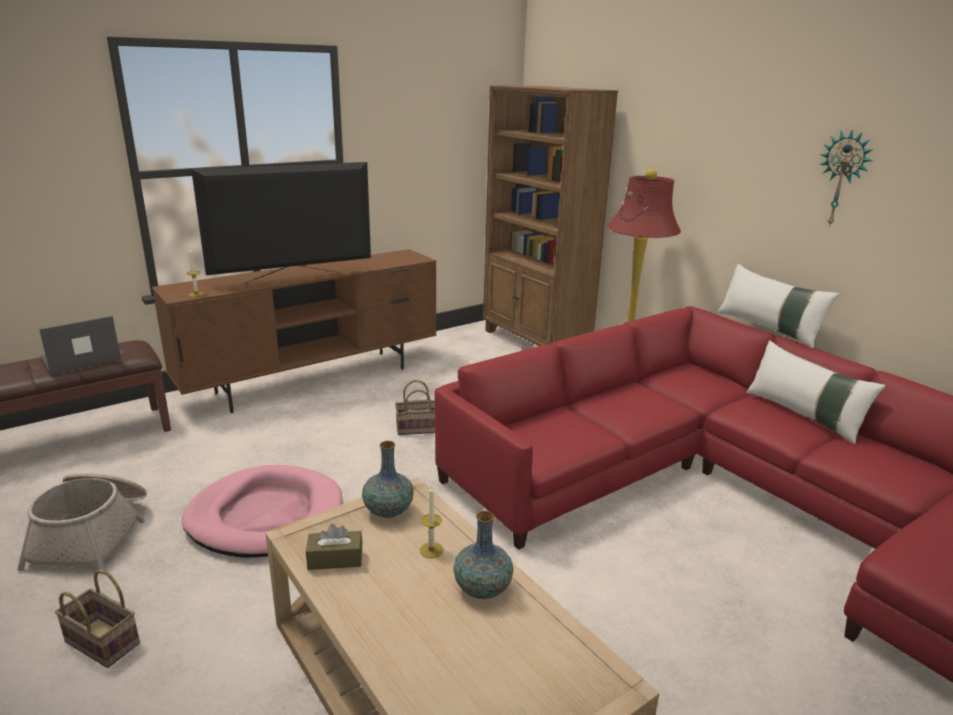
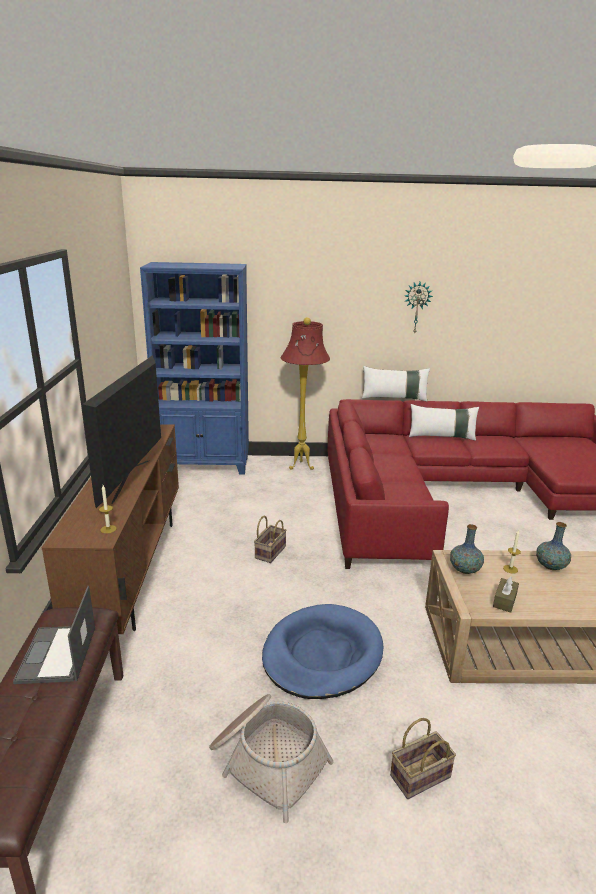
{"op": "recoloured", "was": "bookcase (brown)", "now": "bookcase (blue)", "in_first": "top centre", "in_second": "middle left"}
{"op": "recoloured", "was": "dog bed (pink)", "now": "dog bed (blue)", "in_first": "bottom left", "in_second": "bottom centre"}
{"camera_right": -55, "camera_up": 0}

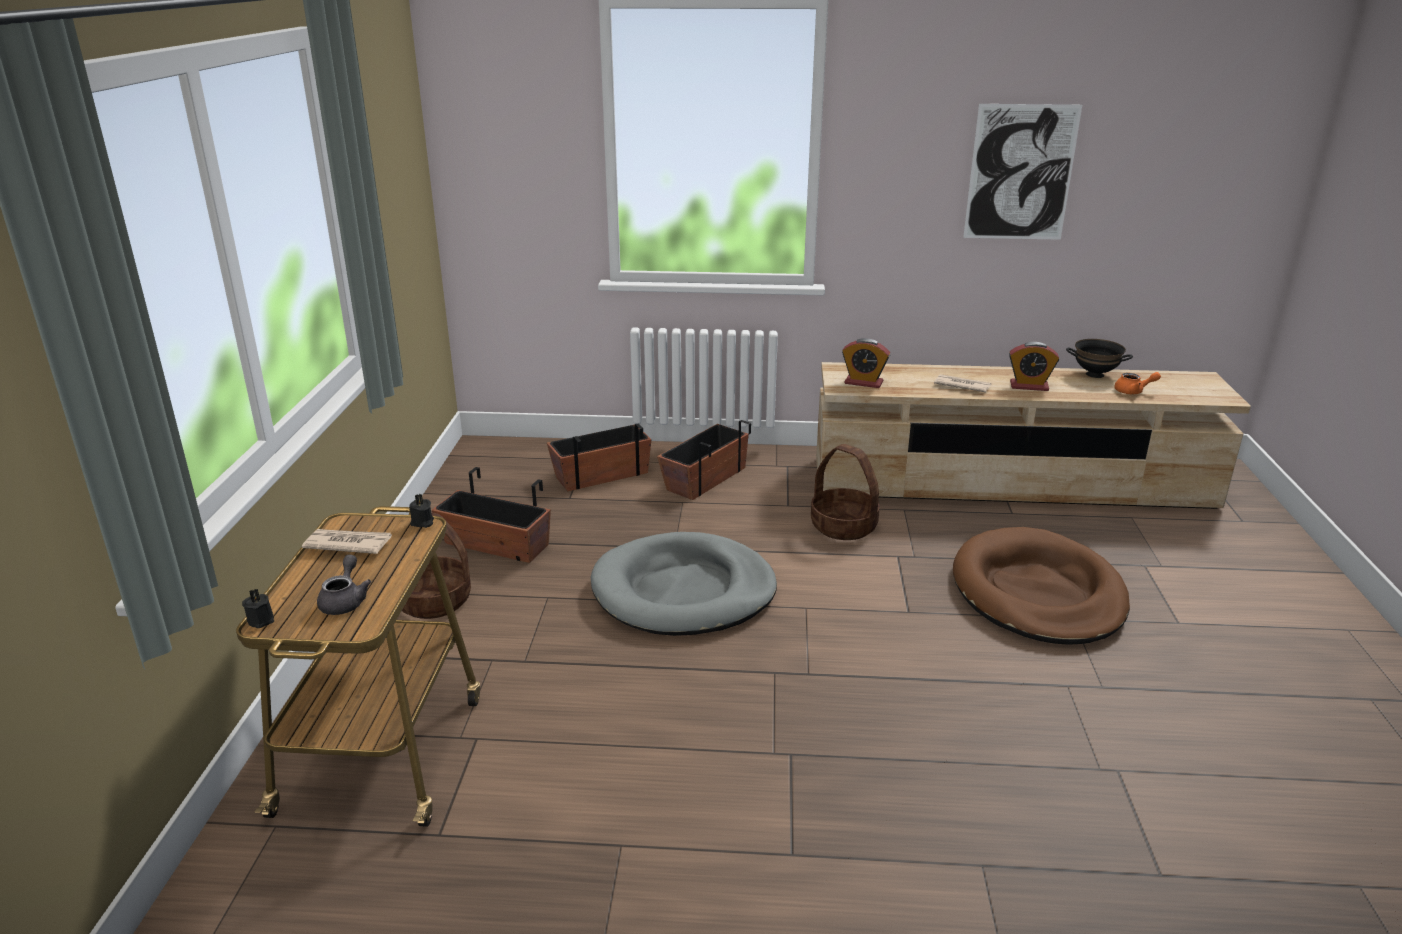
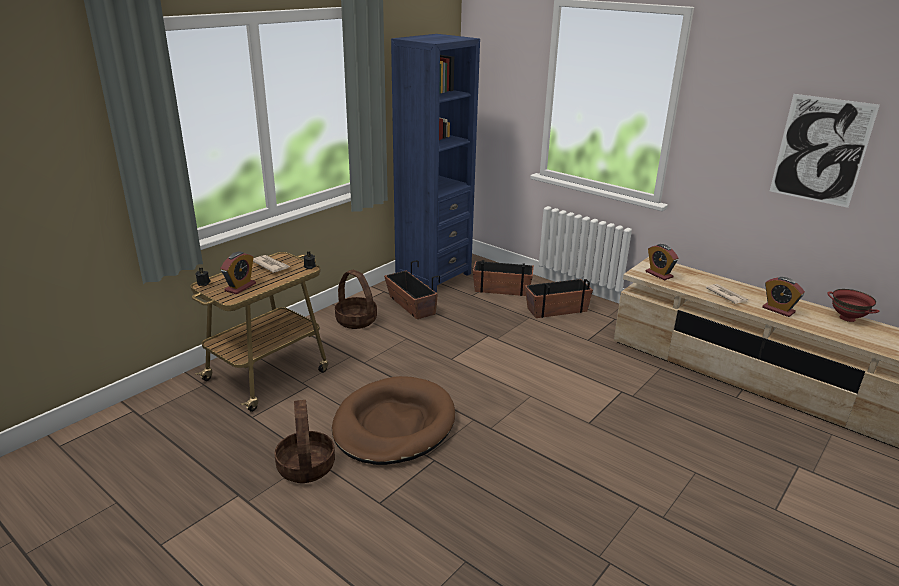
{"op": "recoloured", "was": "bowl (black)", "now": "bowl (red)", "in_first": "middle right", "in_second": "middle right"}
{"op": "removed", "was": "teapot (orange)", "in_first": "middle right"}
{"op": "moved", "was": "basket (2nd from left in the first image)", "now": "basket (1st from left)", "in_first": "centre", "in_second": "bottom centre"}
{"op": "moved", "was": "dog bed (brown)", "in_first": "middle right", "in_second": "bottom centre"}
{"op": "removed", "was": "dog bed (grey)", "in_first": "centre"}
{"op": "replaced", "was": "teapot (grey)", "now": "alarm clock (1st from left)", "in_first": "middle left", "in_second": "middle left"}
{"op": "added", "now": "bookcase (blue)", "in_second": "top centre"}
{"camera_right": 35, "camera_up": 0}

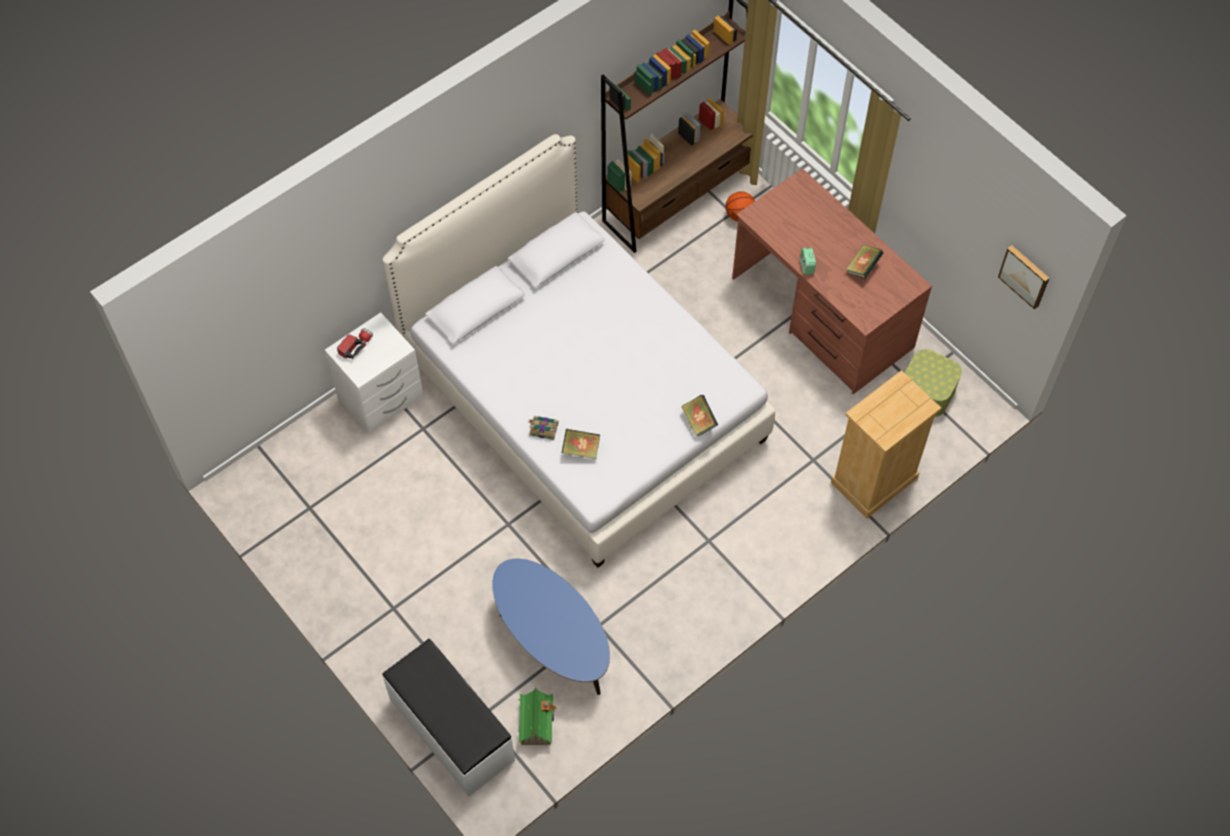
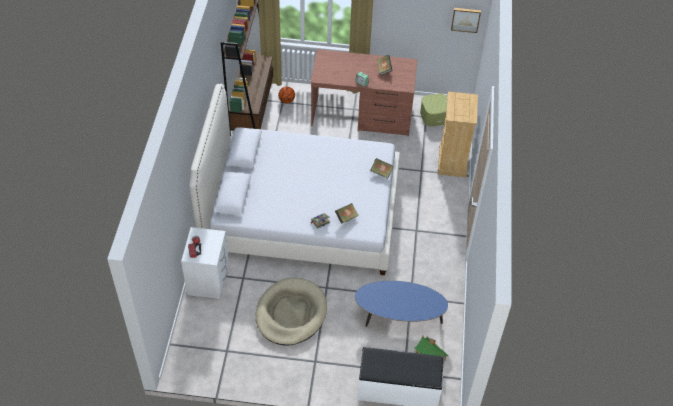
{"op": "added", "now": "dog bed (beige)", "in_second": "bottom centre"}
{"camera_right": -45, "camera_up": -10}

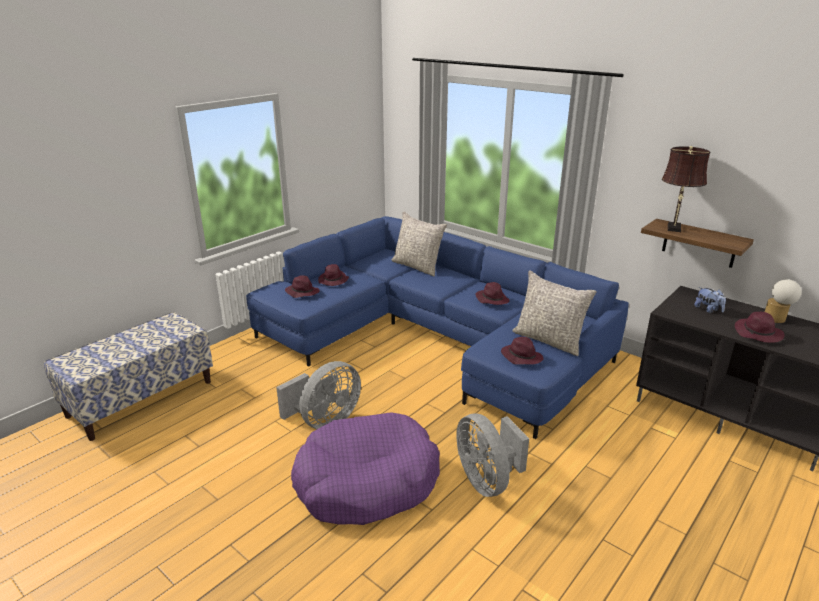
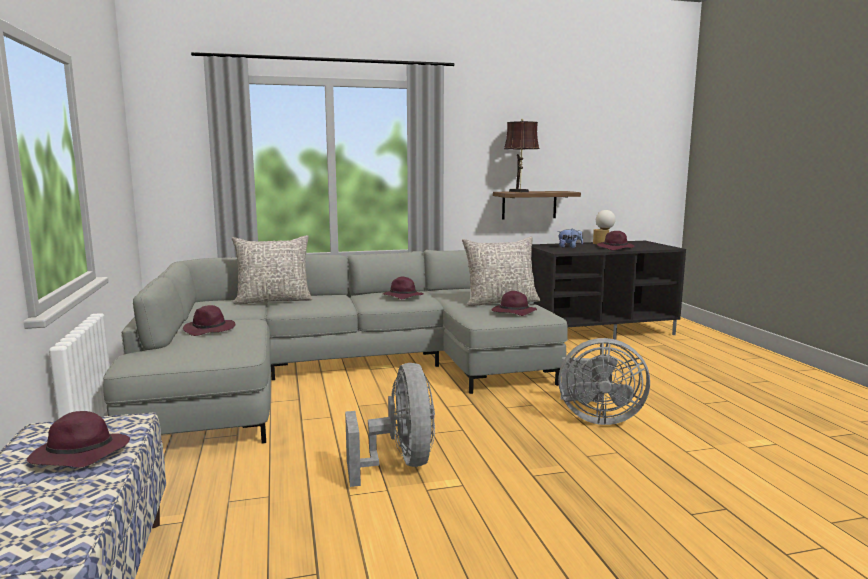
{"op": "recoloured", "was": "sofa (blue)", "now": "sofa (grey)", "in_first": "centre", "in_second": "centre"}
{"op": "moved", "was": "hat (purple) (1st from left)", "in_first": "centre", "in_second": "bottom left"}
{"op": "removed", "was": "dog bed (purple)", "in_first": "bottom centre"}
{"camera_right": -55, "camera_up": -15}

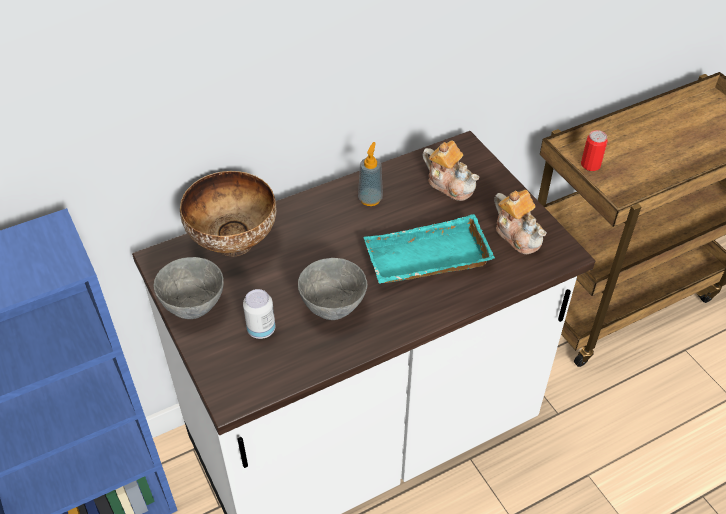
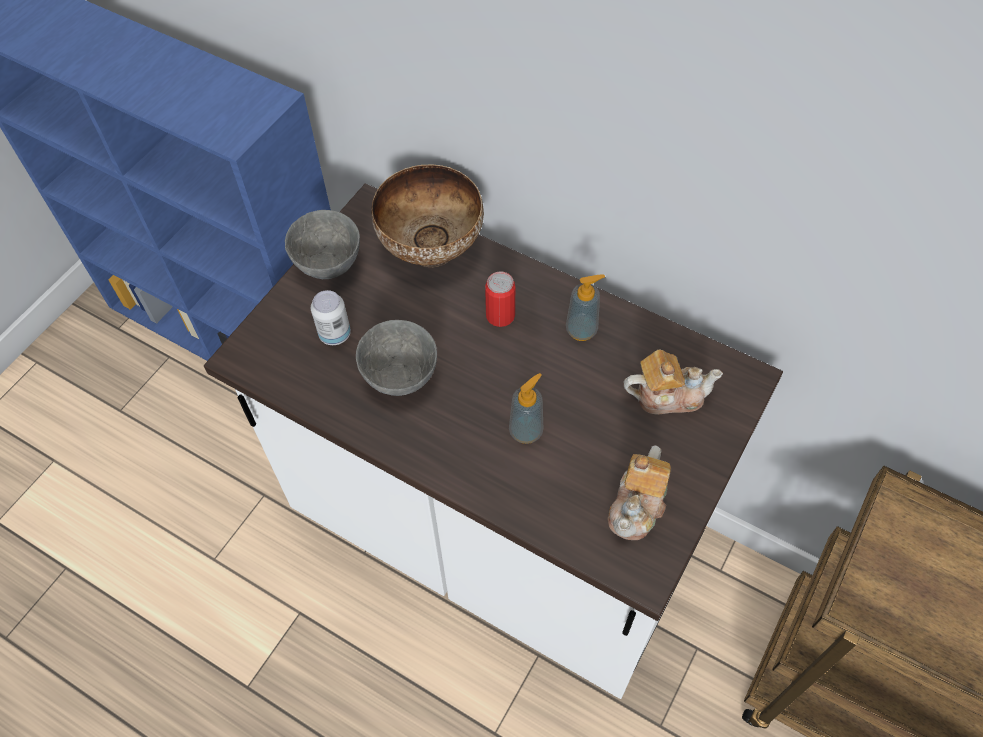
{"op": "moved", "was": "can (2nd from left)", "in_first": "top right", "in_second": "centre"}
{"op": "turned", "was": "teapot (1st from left in the first image)", "in_first": "top centre", "in_second": "middle right", "clockwise": -105}
{"op": "replaced", "was": "tray (turquoise)", "now": "soap dispenser (1st from left)", "in_first": "centre", "in_second": "centre"}
{"camera_right": 60, "camera_up": 10}

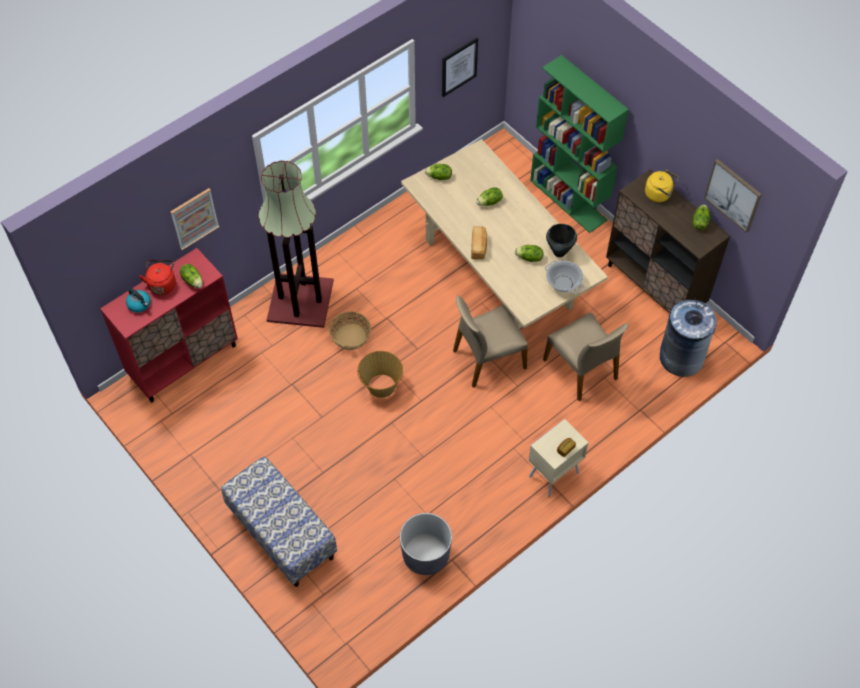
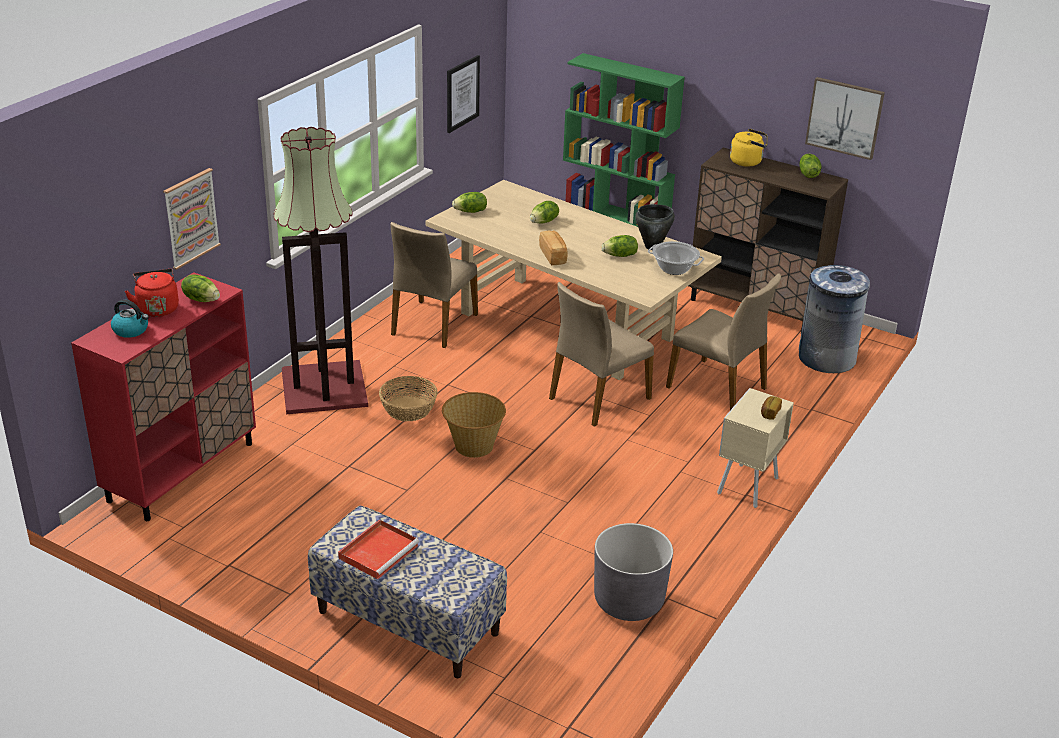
{"op": "added", "now": "chair (beige) (1st from left)", "in_second": "centre"}
{"op": "added", "now": "tray (red)", "in_second": "bottom centre"}
{"camera_right": -20, "camera_up": -25}

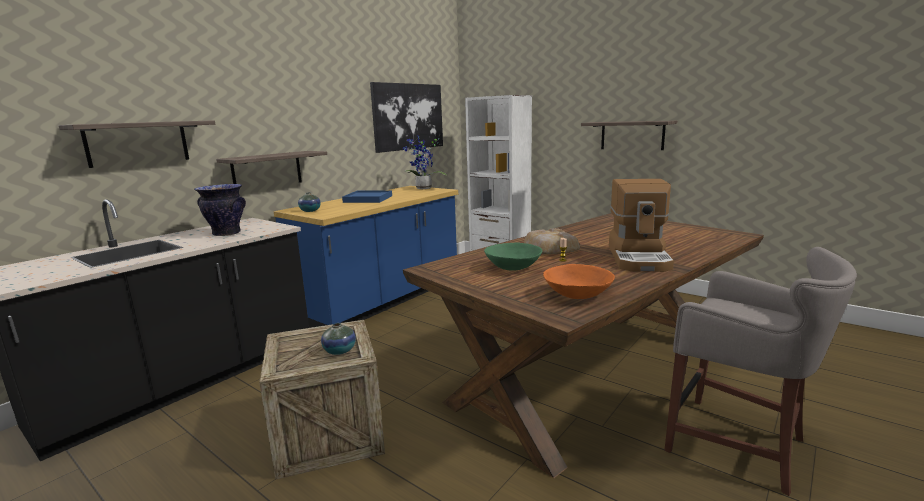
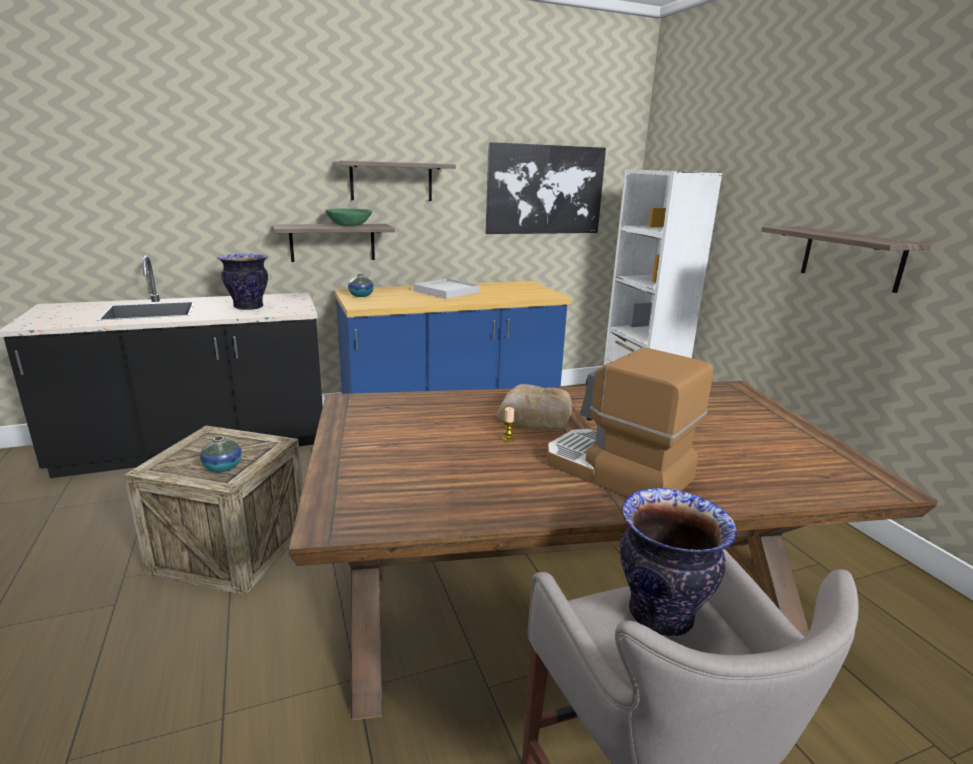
{"op": "moved", "was": "shelf (1st from left in the first image)", "now": "shelf (2nd from left)", "in_first": "top left", "in_second": "top centre"}
{"op": "removed", "was": "potted plant", "in_first": "top centre"}
{"op": "turned", "was": "coffee machine", "in_first": "middle right", "in_second": "centre", "clockwise": 90}
{"op": "recoloured", "was": "tray (blue)", "now": "tray (white)", "in_first": "centre", "in_second": "centre"}
{"op": "moved", "was": "bowl (green)", "in_first": "centre", "in_second": "top centre"}
{"op": "removed", "was": "bowl (orange)", "in_first": "centre"}
{"op": "added", "now": "vase (4th from left)", "in_second": "bottom right"}
{"camera_right": 30, "camera_up": 5}

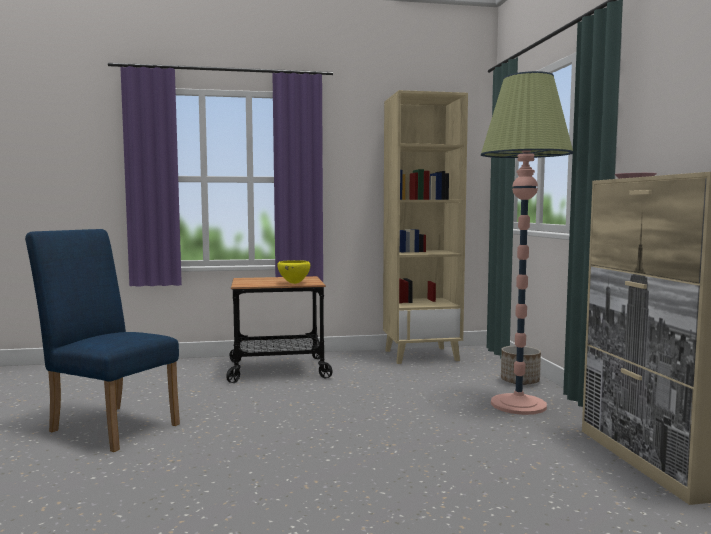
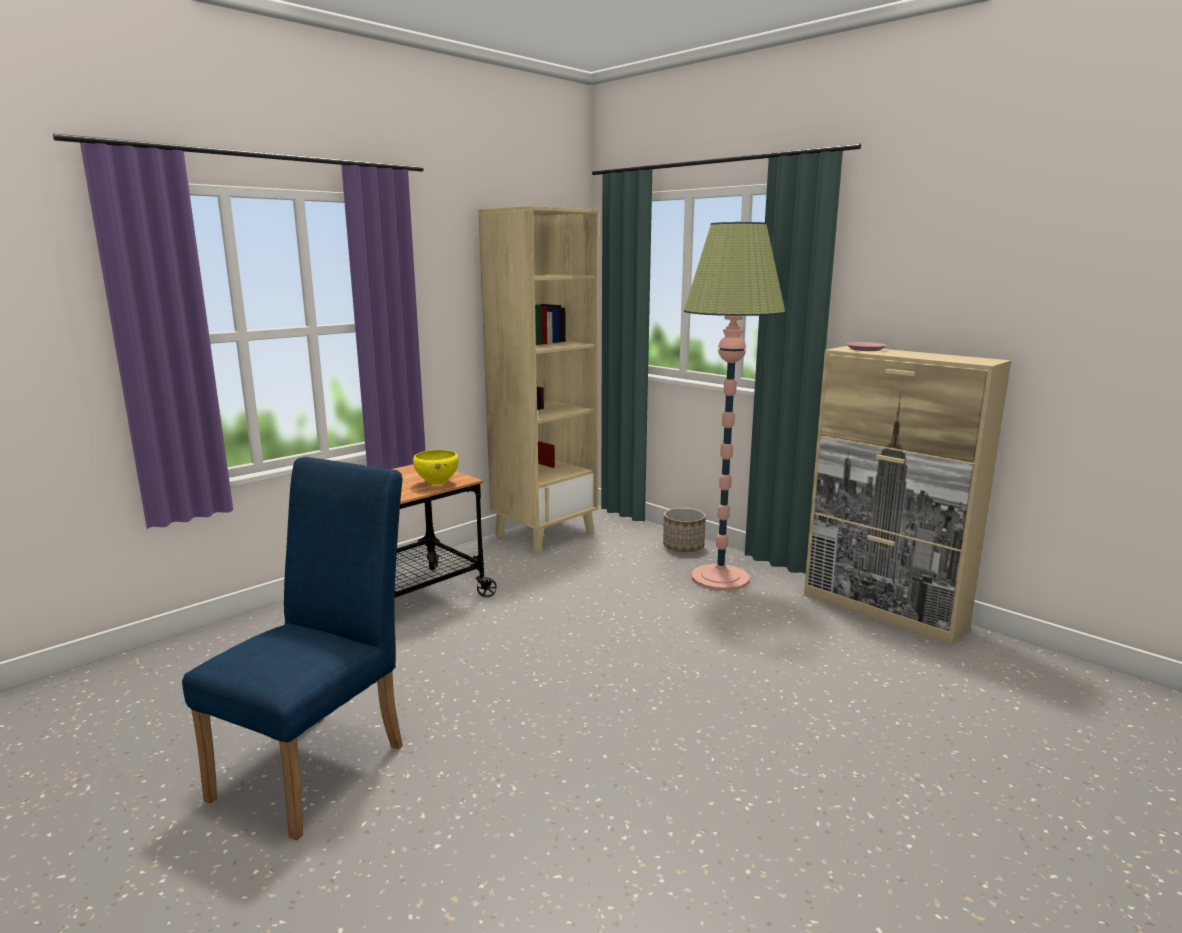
{"op": "turned", "was": "chair (blue)", "in_first": "middle left", "in_second": "bottom left", "clockwise": 120}
{"camera_right": -35, "camera_up": 10}

